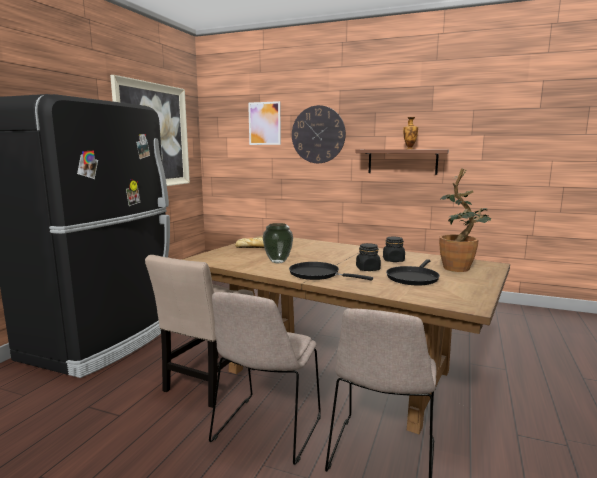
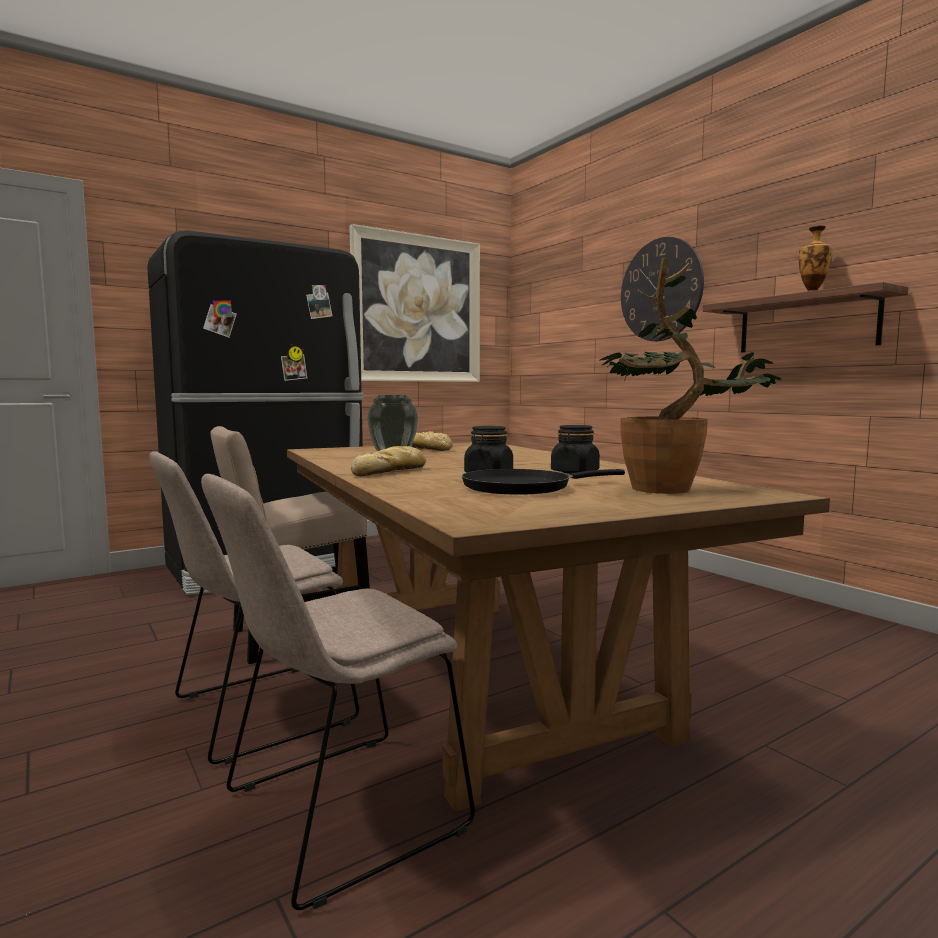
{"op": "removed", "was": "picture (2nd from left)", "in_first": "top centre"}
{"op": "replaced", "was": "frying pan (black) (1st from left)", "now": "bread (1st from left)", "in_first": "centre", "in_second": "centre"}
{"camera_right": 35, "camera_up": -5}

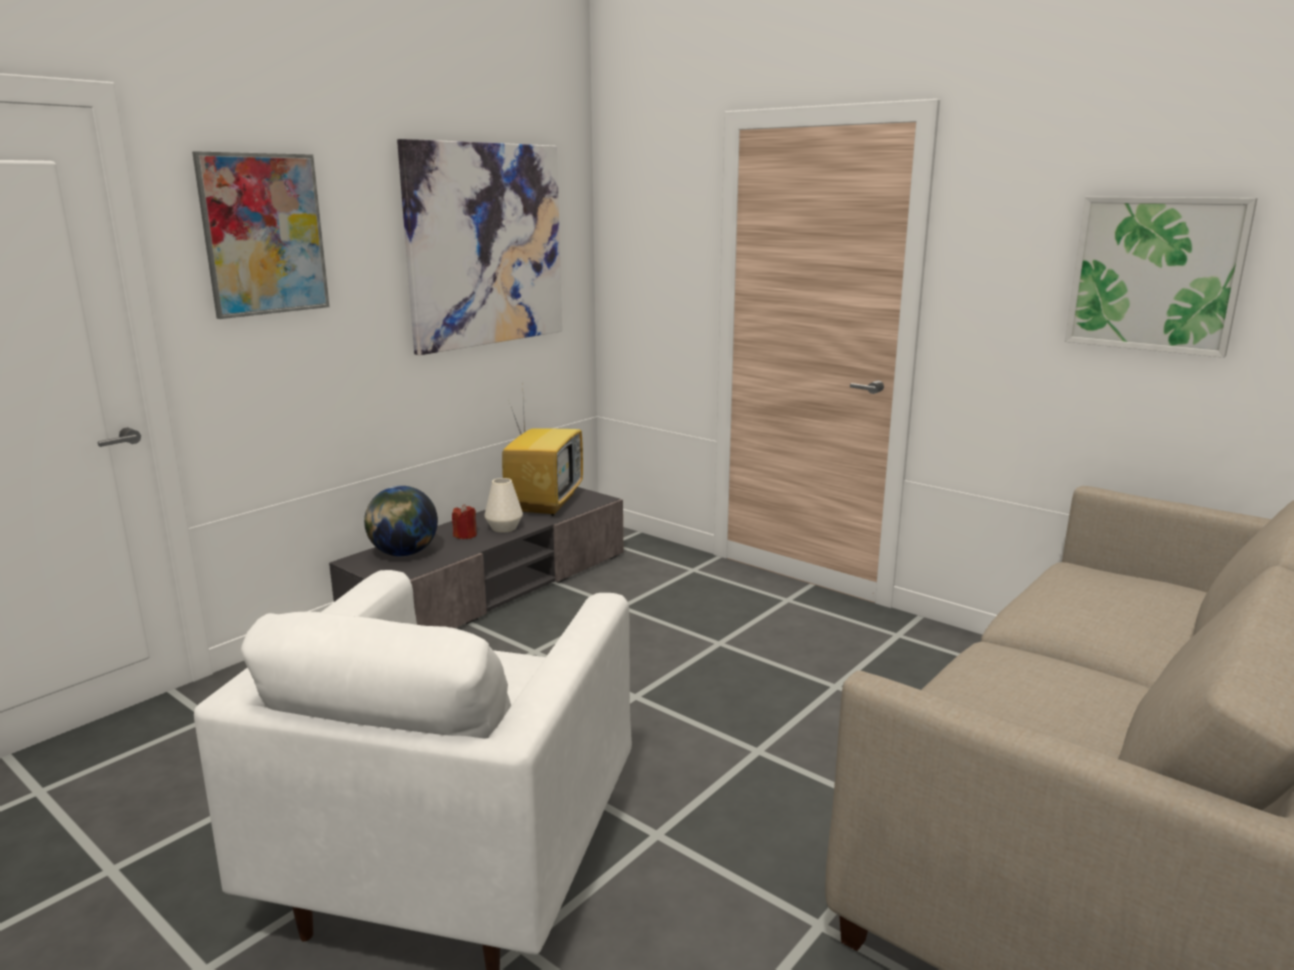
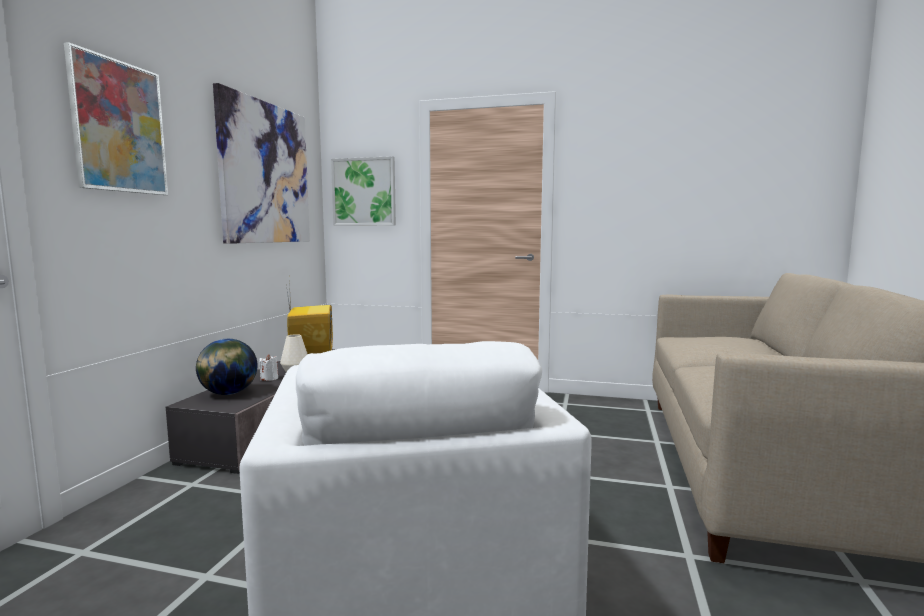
{"op": "moved", "was": "picture (3rd from left)", "in_first": "top right", "in_second": "top centre"}
{"op": "recoloured", "was": "candle (red)", "now": "candle (white)", "in_first": "centre", "in_second": "middle left"}
{"camera_right": -25, "camera_up": -10}

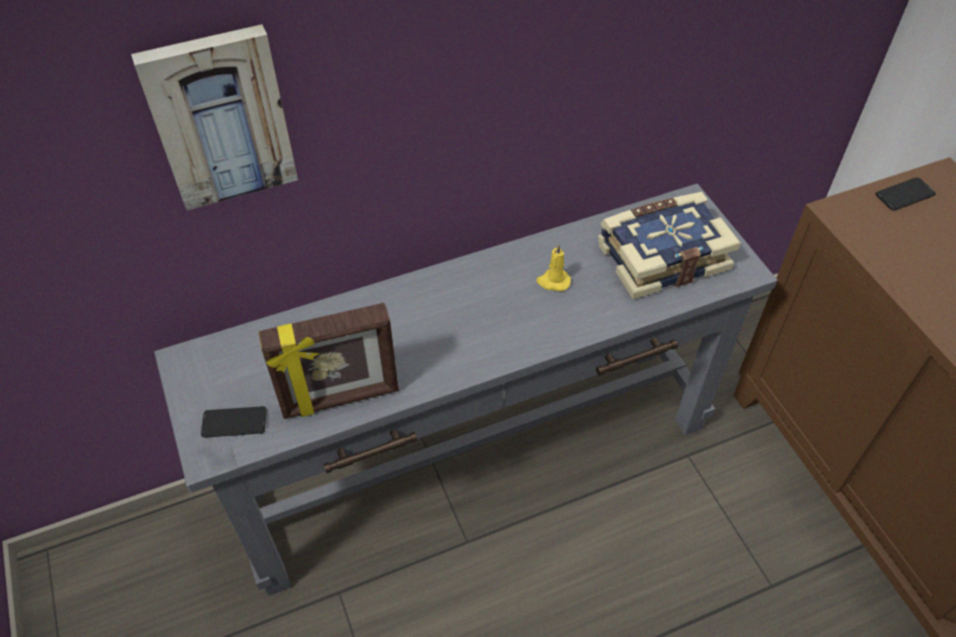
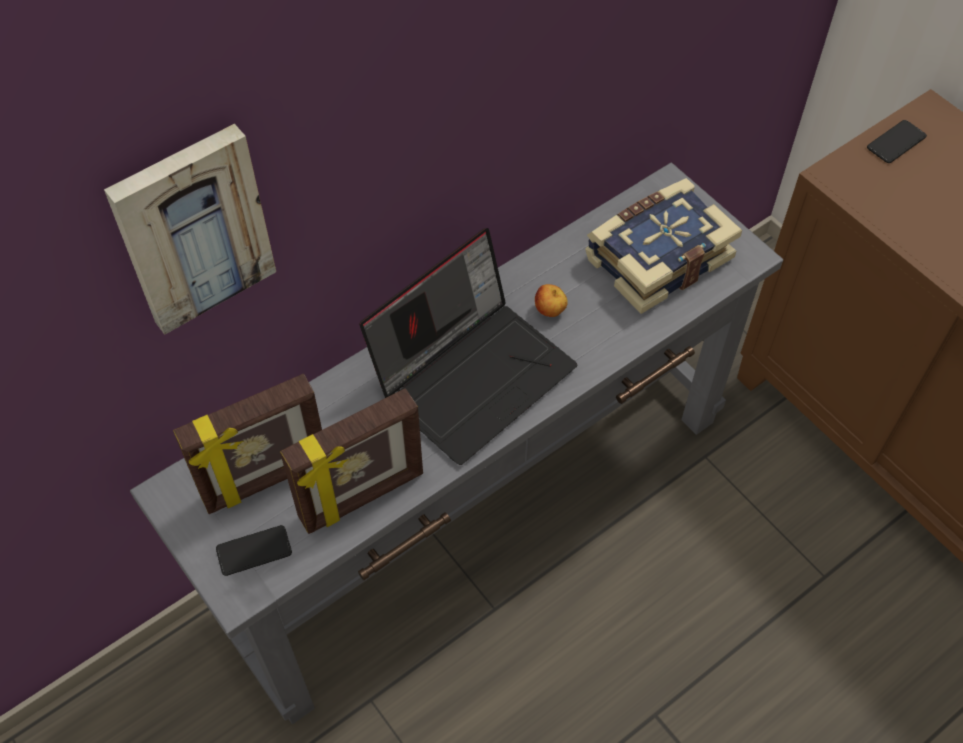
{"op": "replaced", "was": "candle (yellow)", "now": "apple", "in_first": "centre", "in_second": "centre"}
{"op": "added", "now": "laptop", "in_second": "centre"}
{"op": "added", "now": "picture frame (1st from left)", "in_second": "middle left"}
{"camera_right": -15, "camera_up": 5}

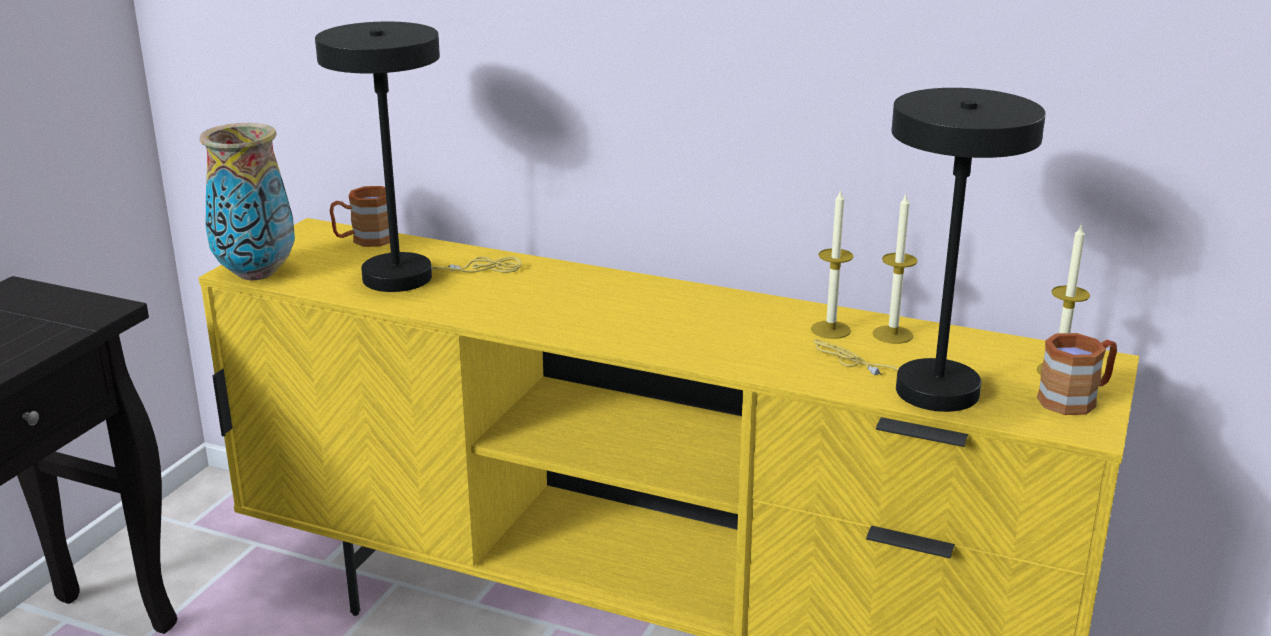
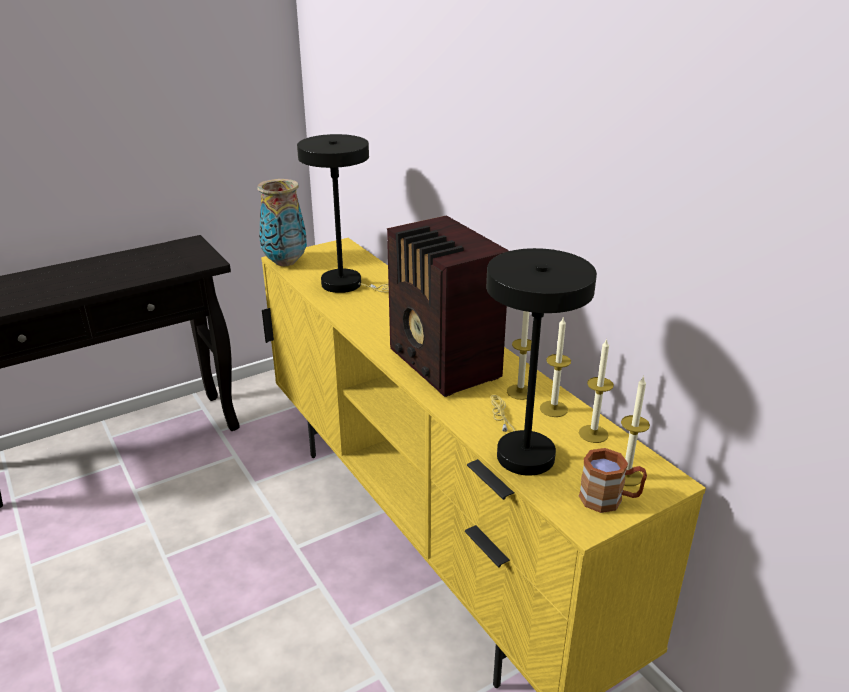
{"op": "removed", "was": "mug (brown) (1st from left)", "in_first": "middle left"}
{"op": "added", "now": "radio", "in_second": "centre"}
{"op": "added", "now": "candle (3rd from left)", "in_second": "middle right"}
{"camera_right": 35, "camera_up": 5}

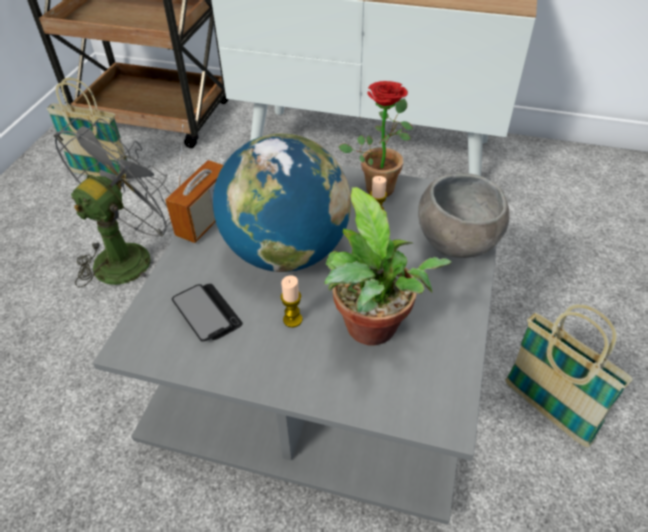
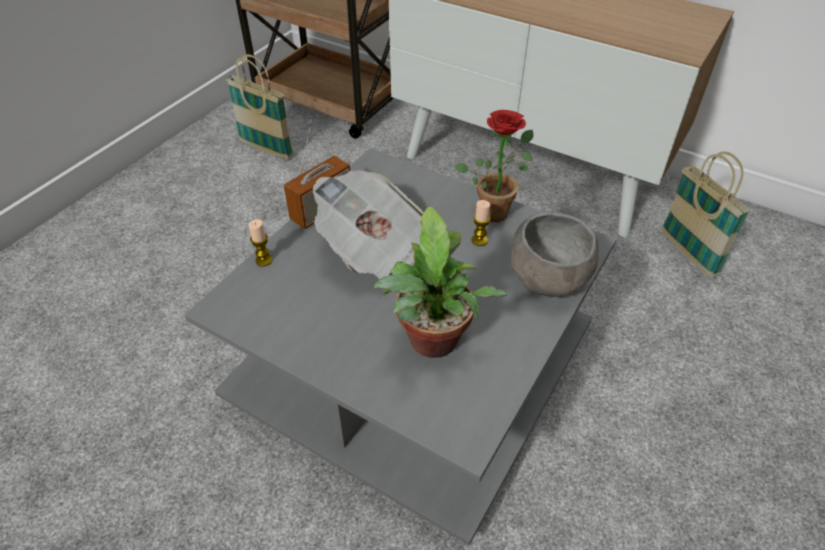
{"op": "removed", "was": "fan (grey)", "in_first": "middle left"}
{"op": "replaced", "was": "globe", "now": "newspaper", "in_first": "centre", "in_second": "centre"}
{"op": "moved", "was": "candle (1st from left)", "in_first": "centre", "in_second": "middle left"}
{"op": "removed", "was": "phone", "in_first": "middle left"}
{"op": "moved", "was": "basket (2nd from left)", "in_first": "bottom right", "in_second": "middle right"}
{"camera_right": 15, "camera_up": 0}

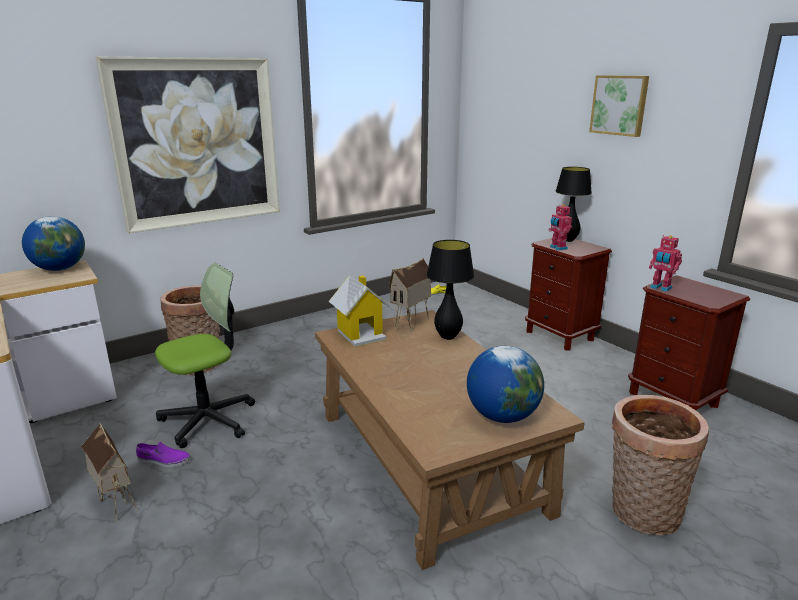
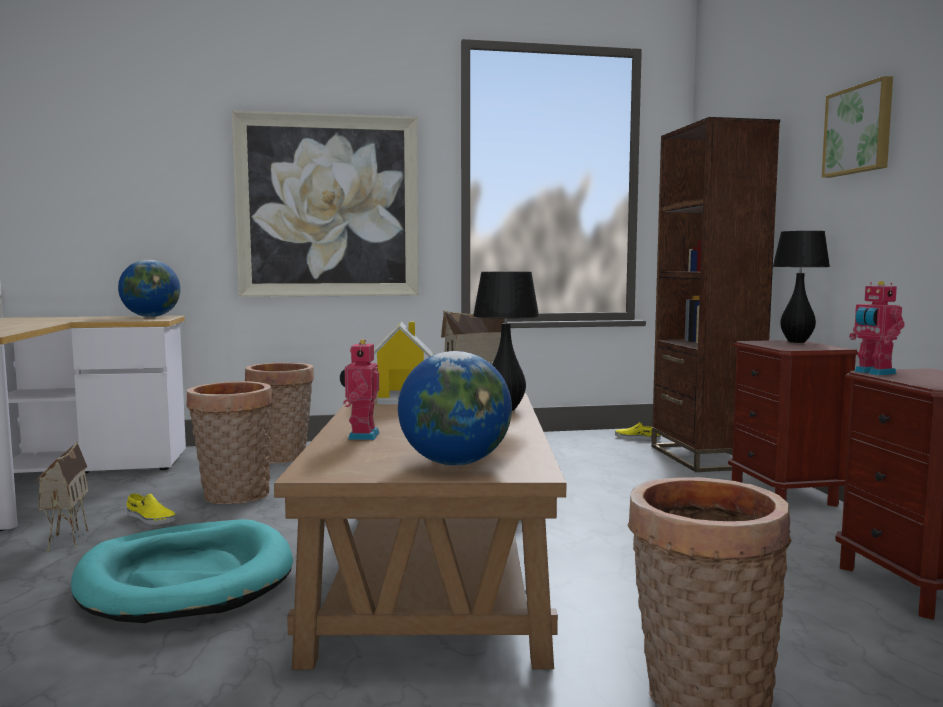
{"op": "moved", "was": "toy robot (1st from left)", "in_first": "middle right", "in_second": "centre"}
{"op": "replaced", "was": "office chair", "now": "basket (1st from left)", "in_first": "middle left", "in_second": "middle left"}
{"op": "recoloured", "was": "shoe (purple)", "now": "shoe (yellow) (1st from left)", "in_first": "bottom left", "in_second": "bottom left"}
{"op": "added", "now": "bookcase (brown)", "in_second": "middle right"}
{"op": "added", "now": "dog bed (turquoise)", "in_second": "bottom left"}
{"camera_right": 25, "camera_up": -15}

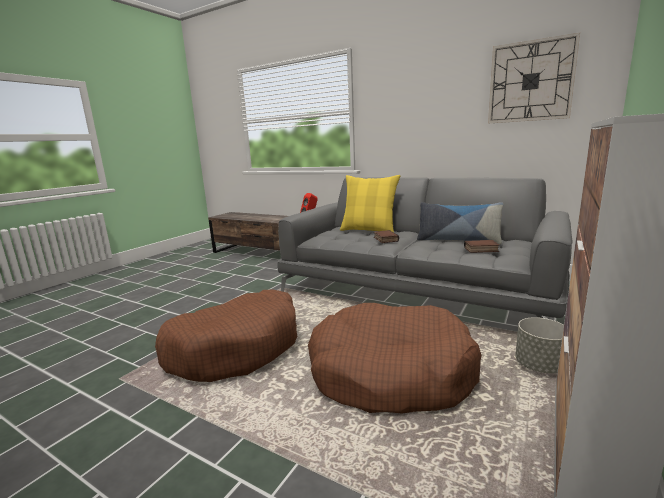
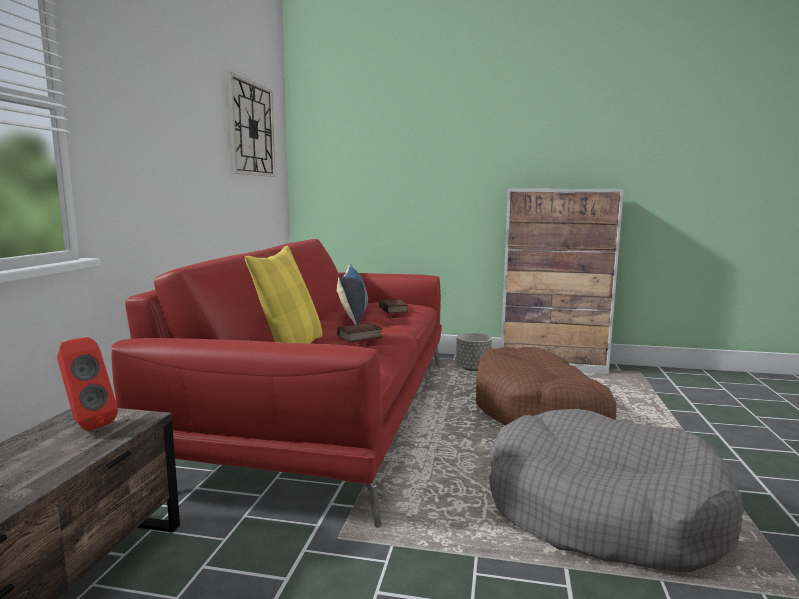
{"op": "recoloured", "was": "sofa (grey)", "now": "sofa (red)", "in_first": "centre", "in_second": "centre"}
{"op": "recoloured", "was": "dog bed (brown) (1st from left)", "now": "dog bed (grey)", "in_first": "bottom centre", "in_second": "bottom right"}
{"camera_right": -110, "camera_up": -5}

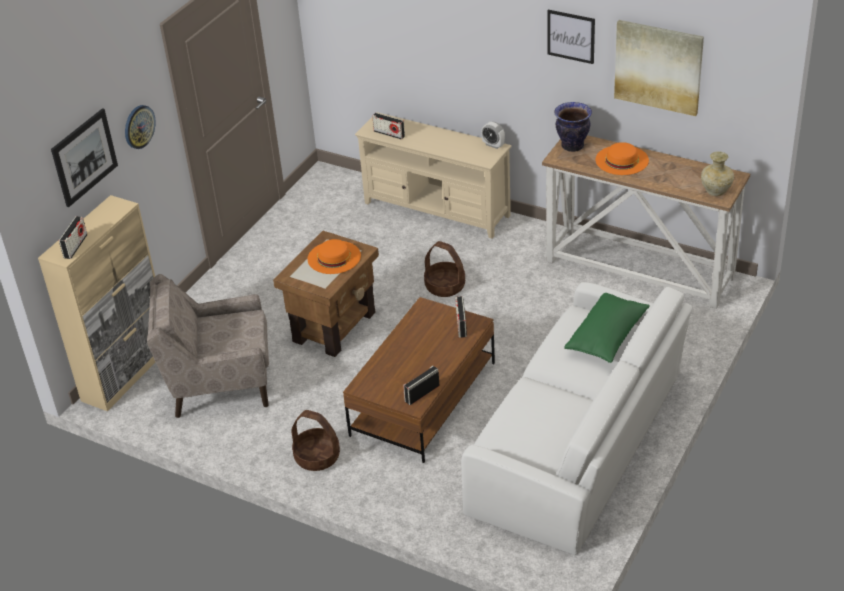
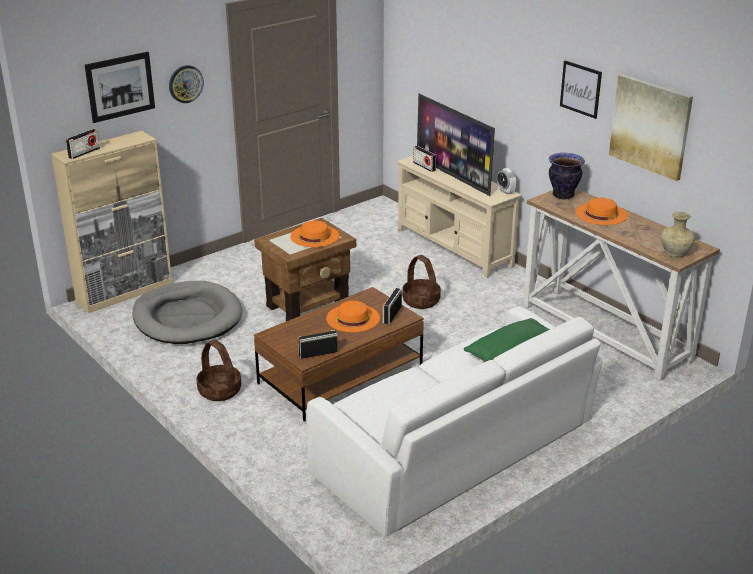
{"op": "replaced", "was": "armchair (beige)", "now": "dog bed (grey)", "in_first": "middle left", "in_second": "middle left"}
{"op": "added", "now": "television", "in_second": "top centre"}
{"op": "added", "now": "hat (orange) (2nd from left)", "in_second": "centre"}
{"camera_right": 20, "camera_up": -10}

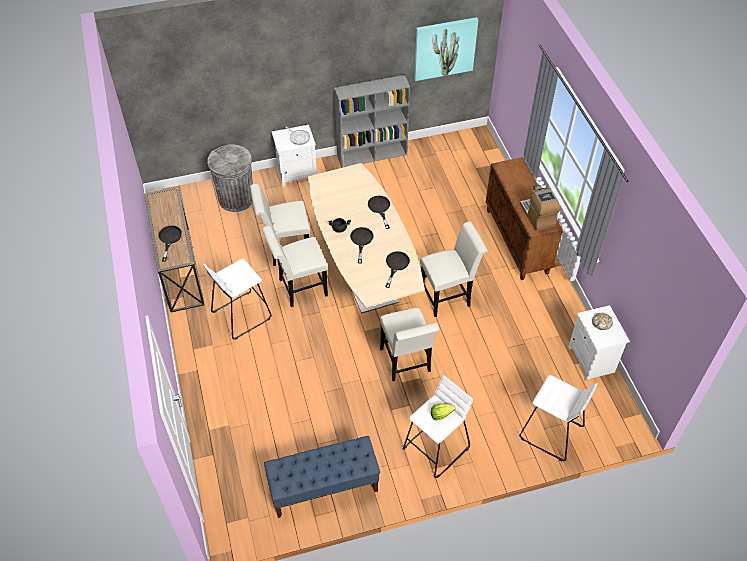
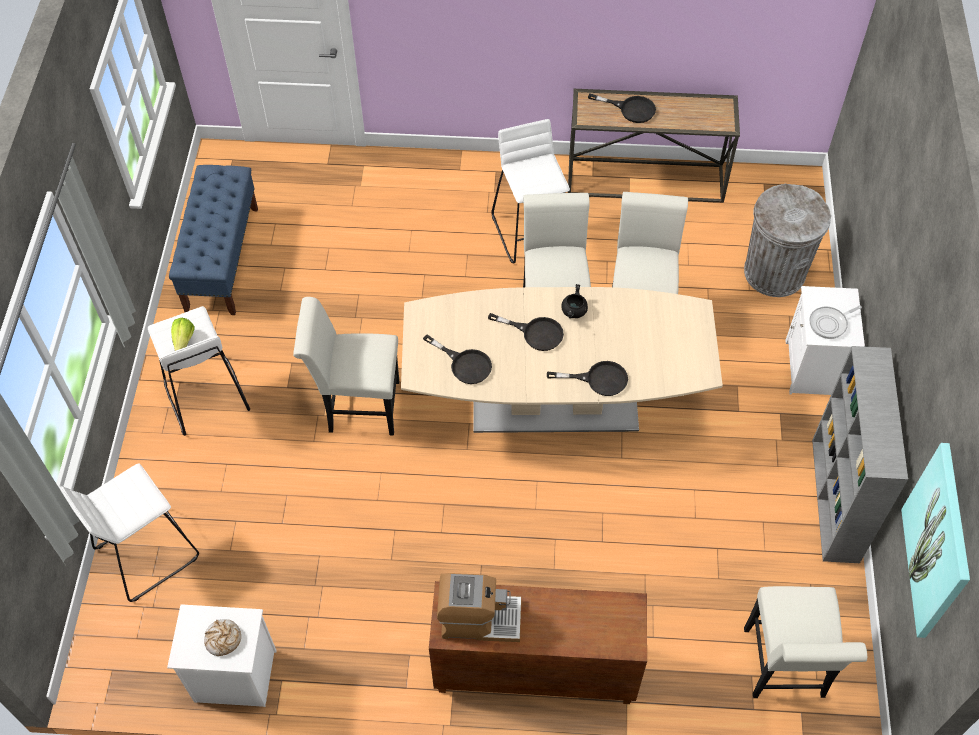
{"op": "moved", "was": "chair (white) (4th from left)", "in_first": "centre", "in_second": "bottom right"}
{"camera_right": 110, "camera_up": 5}

